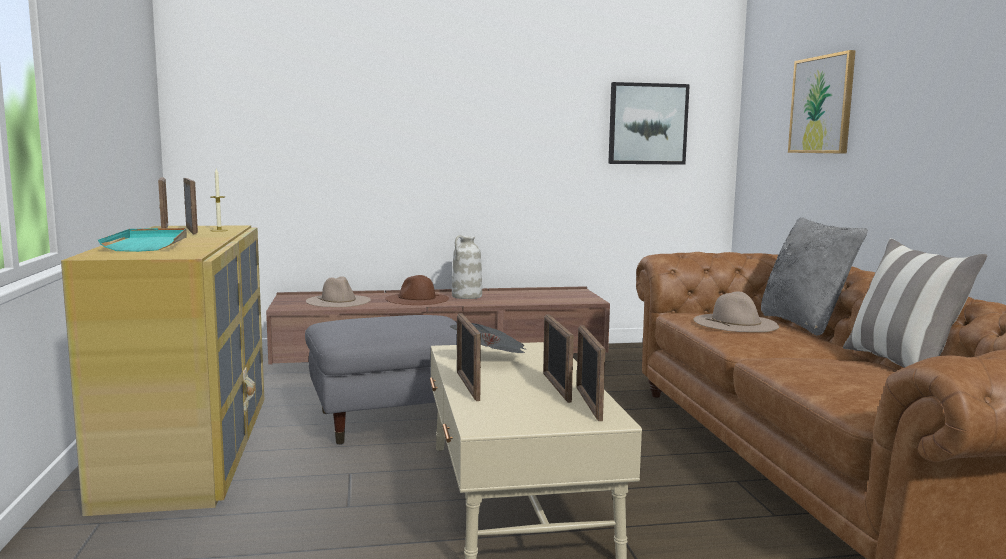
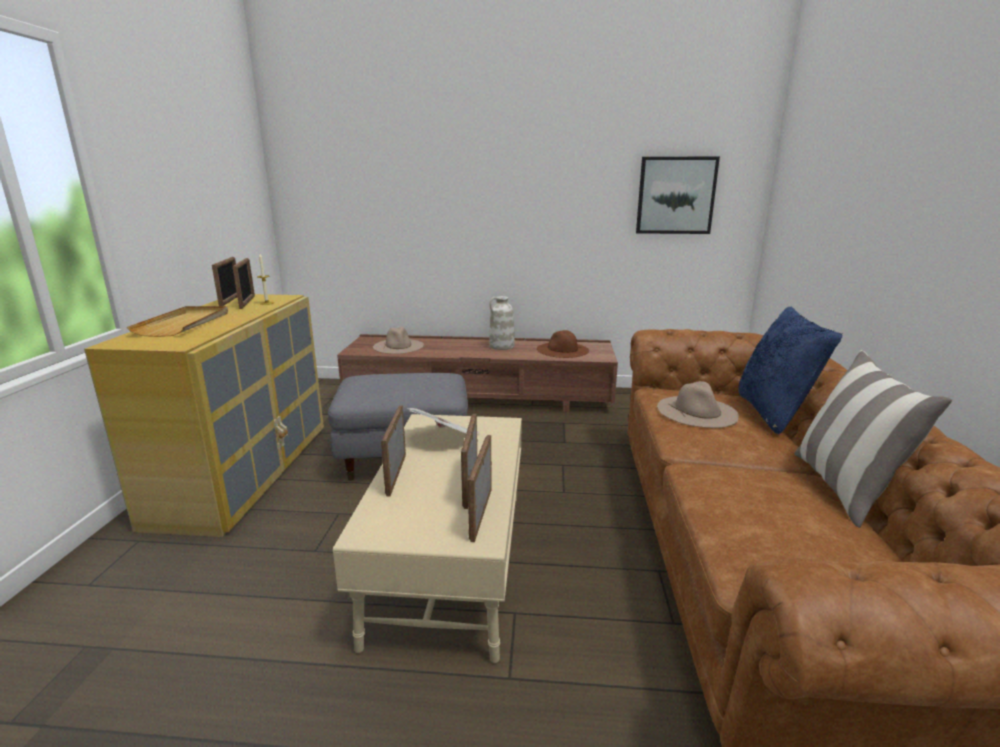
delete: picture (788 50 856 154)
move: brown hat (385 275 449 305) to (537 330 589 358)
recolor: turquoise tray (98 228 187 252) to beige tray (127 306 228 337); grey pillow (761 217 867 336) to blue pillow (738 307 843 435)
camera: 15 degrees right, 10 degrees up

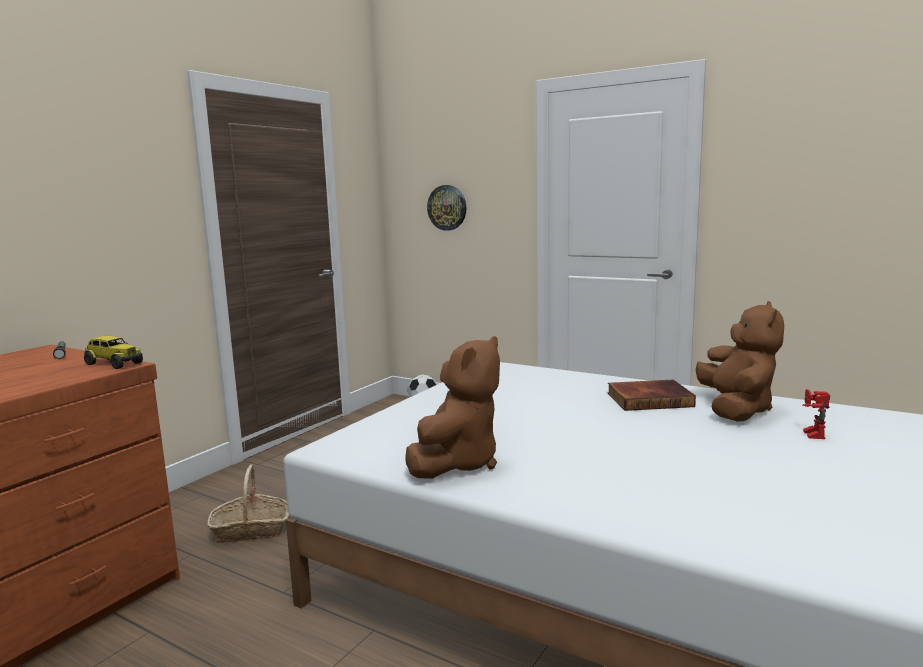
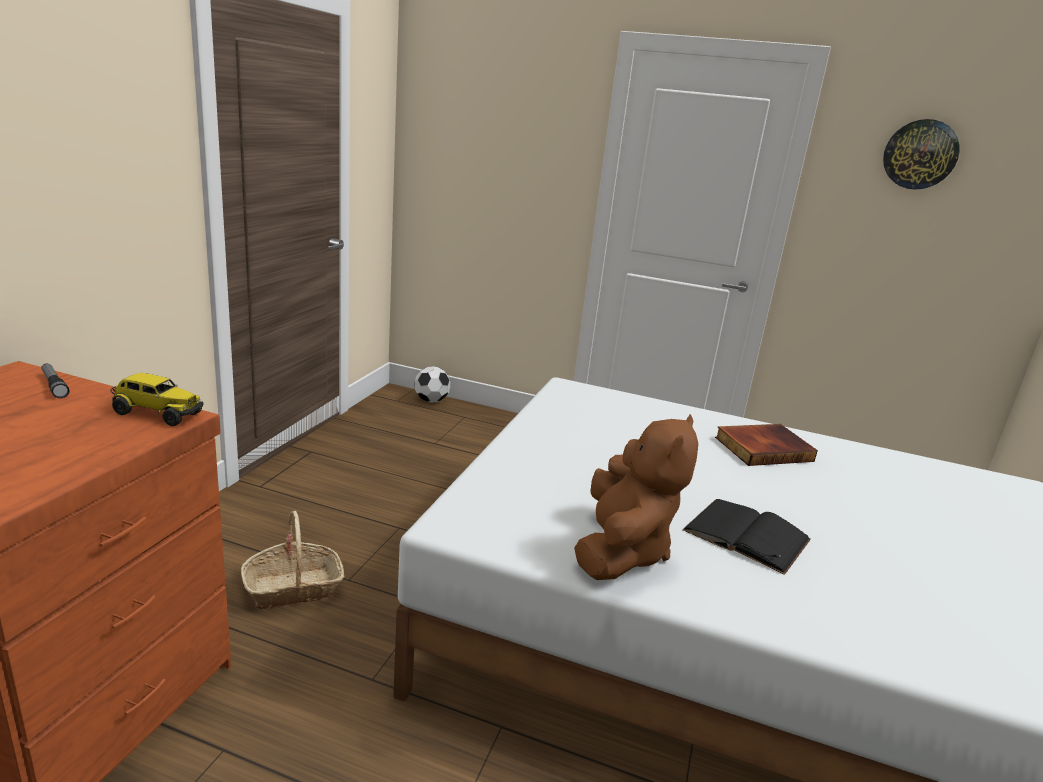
delete: brown plush toy (696 301 784 421); toy robot (803 389 830 439)
insert: black book (682 499 811 575)
move: wall clock (427 185 467 231) to (883 119 960 190)
camera: 15 degrees left, 10 degrees up

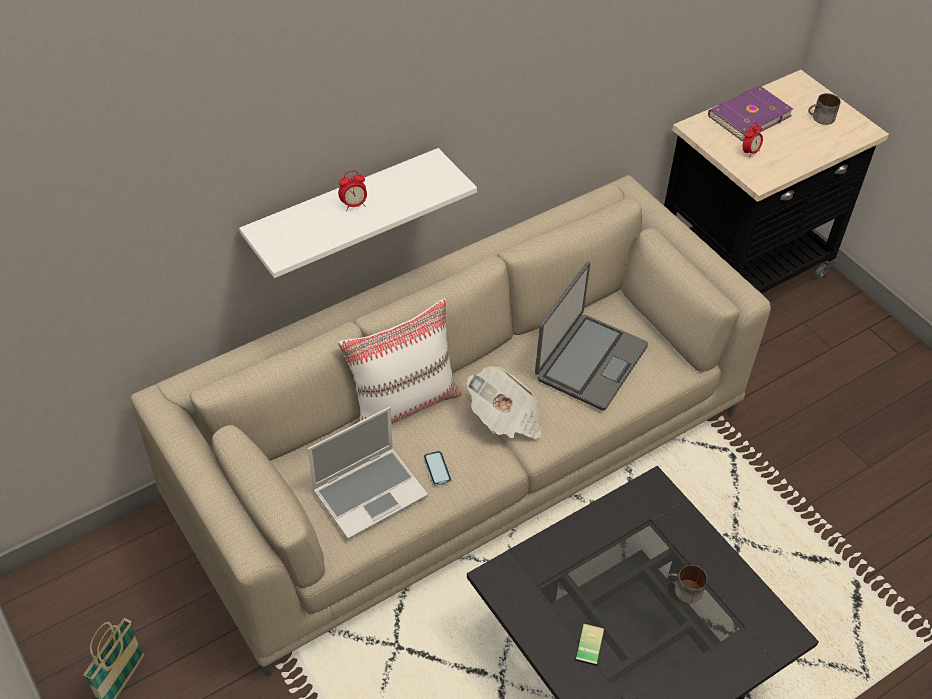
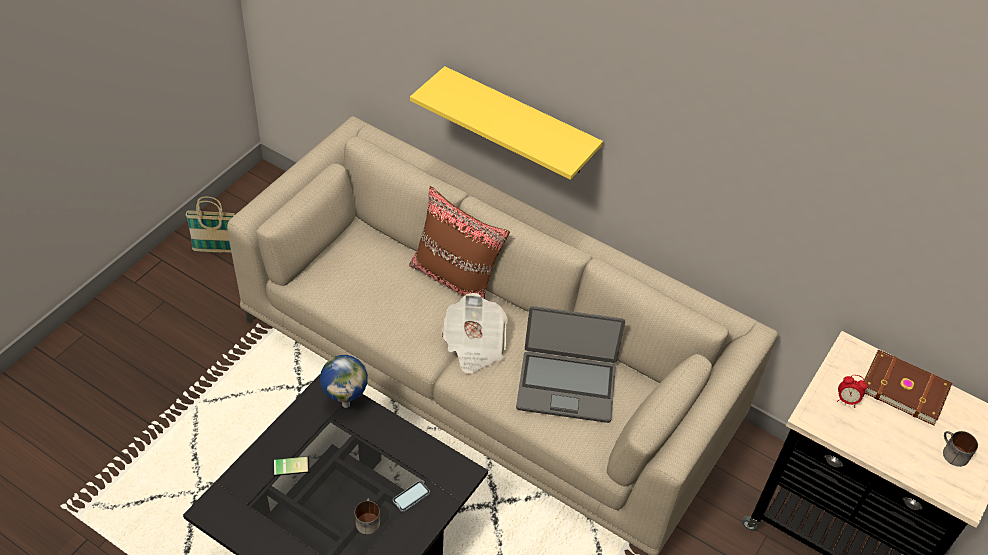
delete: laptop (308 407 428 540); alarm clock (338 170 367 211)
insert: globe (320 355 368 408)
move: phone (423 451 452 486) to (393 481 430 512)
recolor: white pillow (338 298 463 424) to brown pillow (409 186 510 299); white shelf (239 148 477 278) to yellow shelf (410 66 603 180); purple book (708 85 793 141) to brown book (864 349 952 426)
camera: 65 degrees right, 0 degrees up

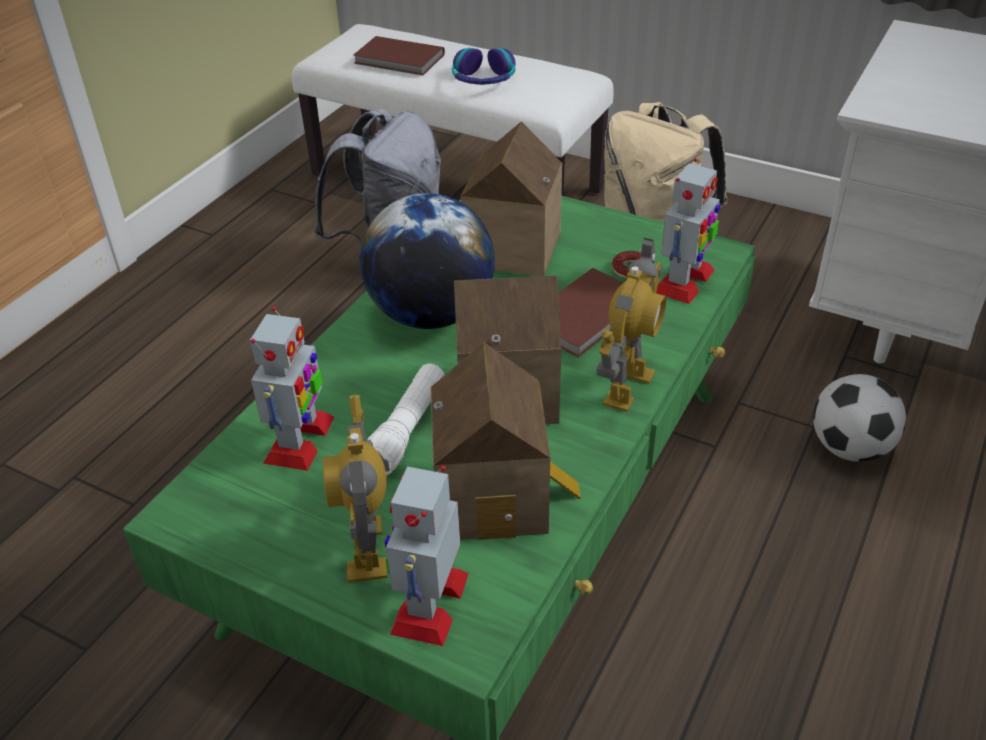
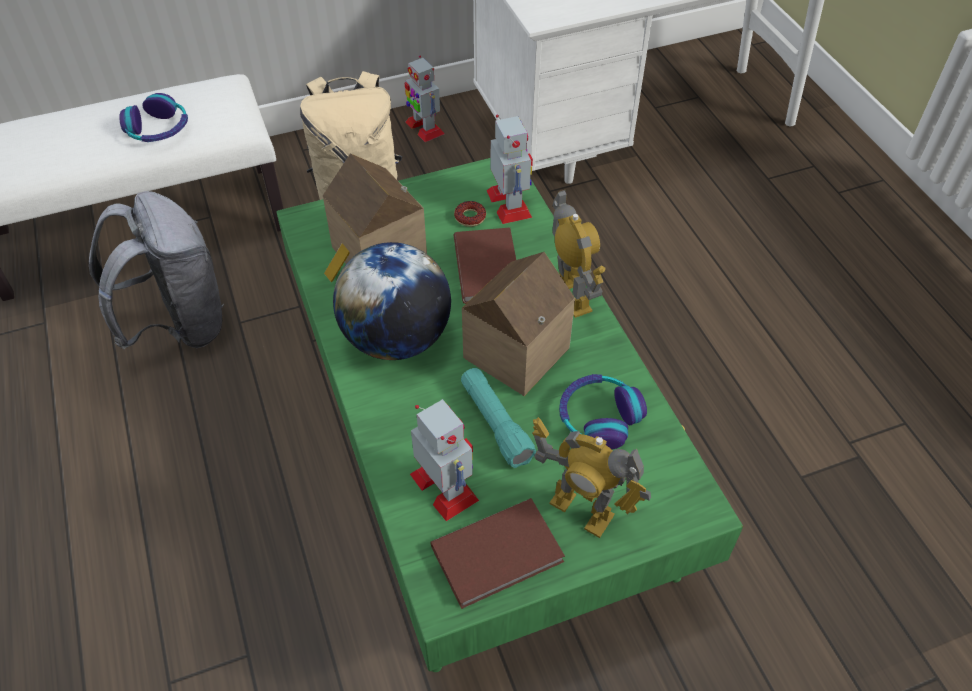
delete: football (813 374 906 462)
move: toy robot (385 465 469 646) to (405 56 445 142); brown book (353 36 445 76) to (430 498 565 609)
replace: toy house (431 342 581 540) to headphones (559 374 647 450)
recolor: white flashlight (367 363 444 476) to turquoise flashlight (461 368 536 468)
camera: 50 degrees left, 10 degrees up

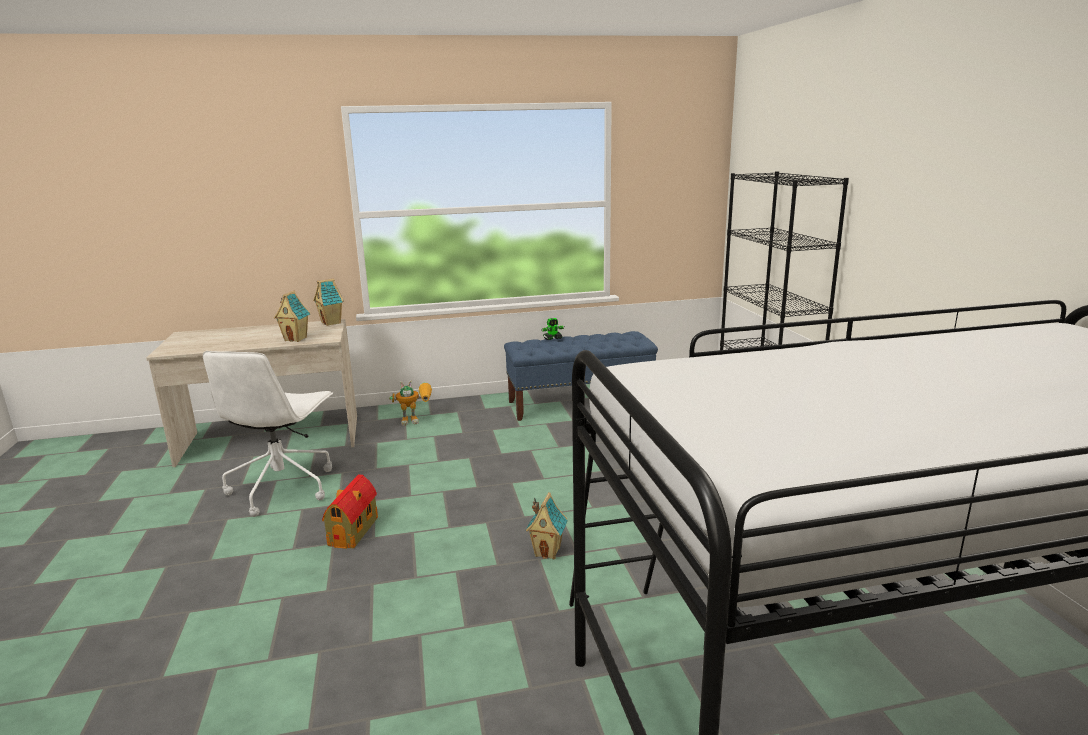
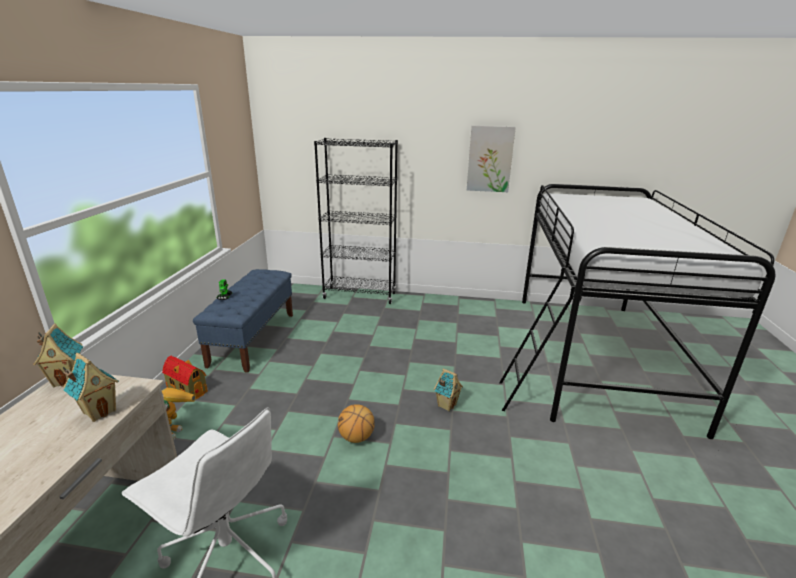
insert: basketball (338 404 375 443); picture (467 126 516 192)
move: toy house (322 474 378 549) to (162 356 208 399)
camera: 70 degrees left, 5 degrees up

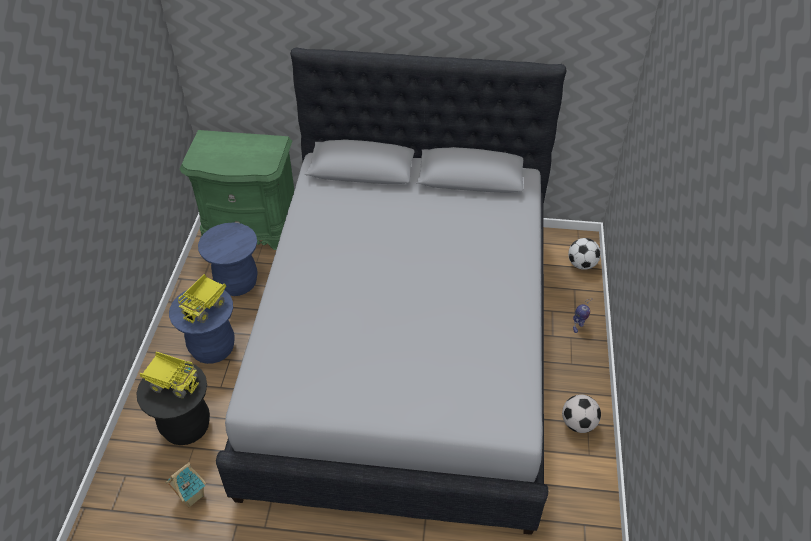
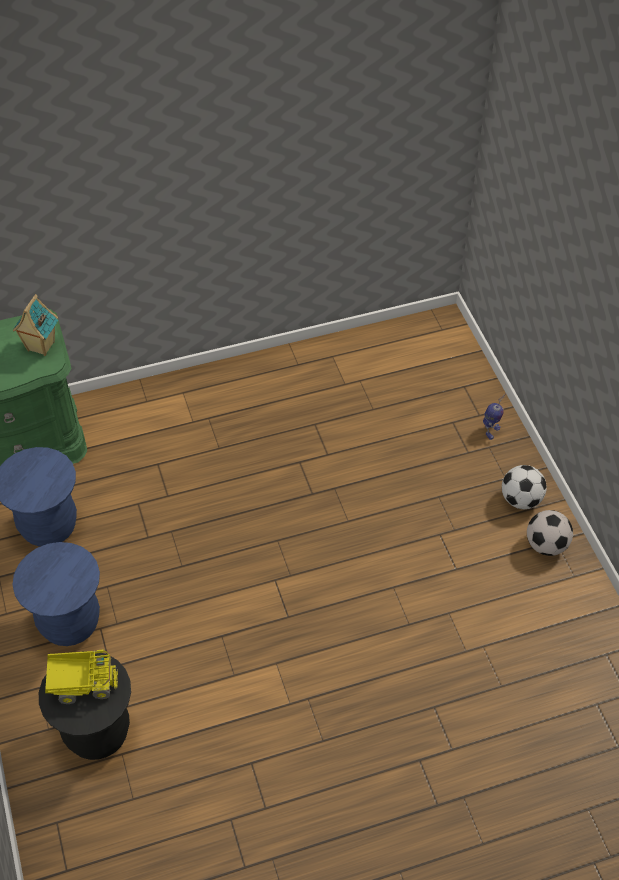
delete: toy truck (178 274 227 324); grey bed (216 47 567 535)
move: toy house (166 462 206 508) to (13 294 58 356); football (568 238 601 270) to (502 465 547 509)
camera: 25 degrees left, 5 degrees up

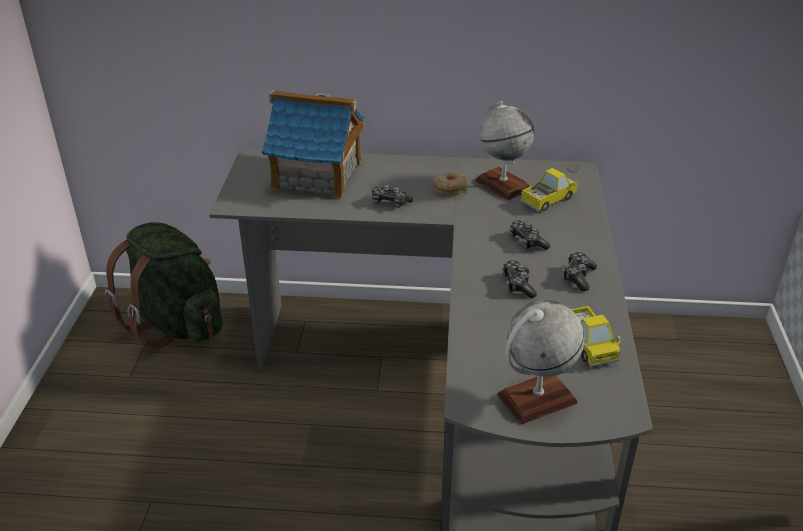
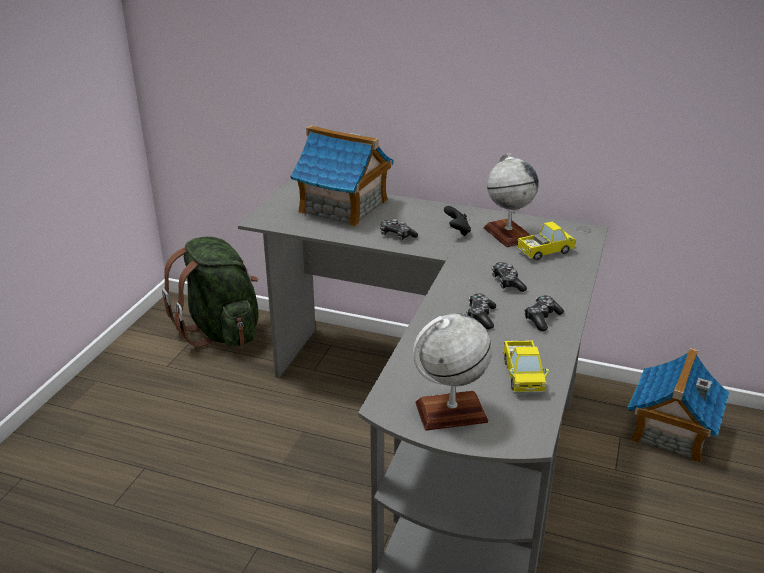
insert: toy house (628 348 729 464)
replace: donut (433 172 468 195) to black game controller (444 206 471 236)
camera: 15 degrees right, 5 degrees down

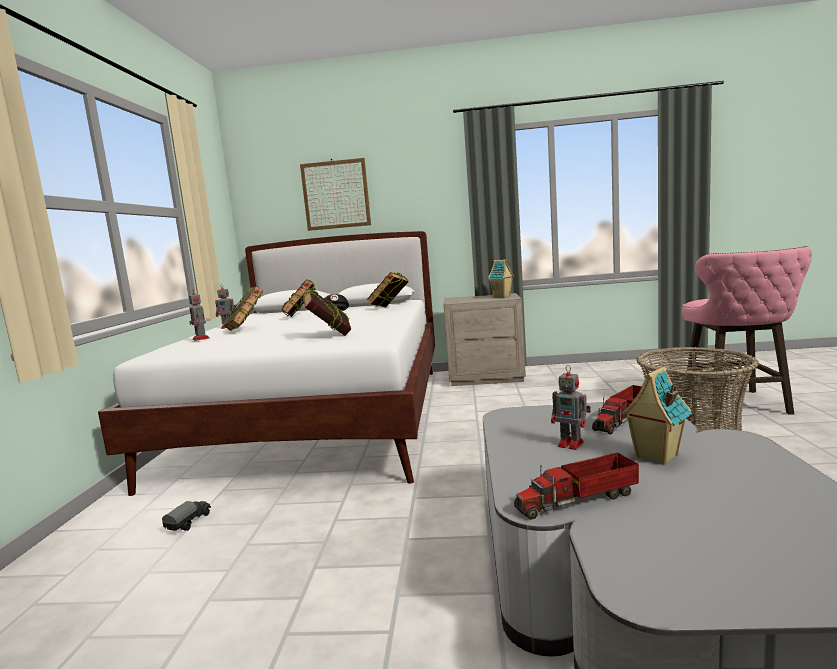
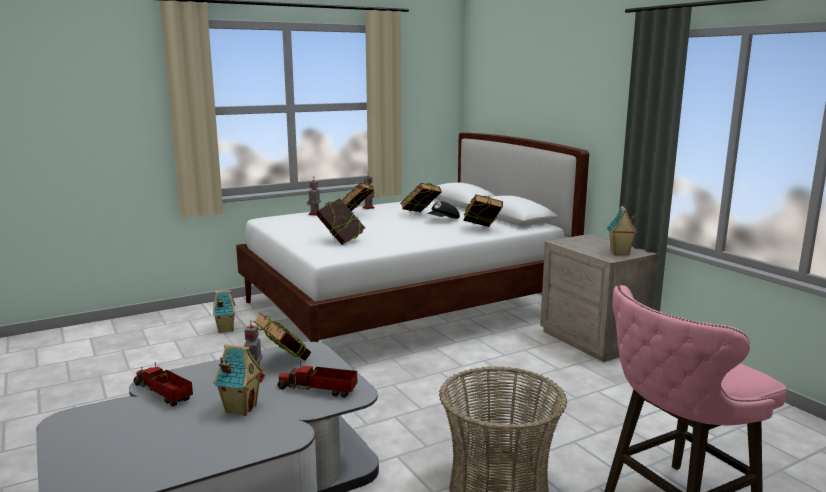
delete: picture (300 158 371 231)
insert: book (253 313 311 361)
replace: toy truck (162 501 211 531) to toy house (213 290 235 333)
camera: 55 degrees right, 5 degrees up

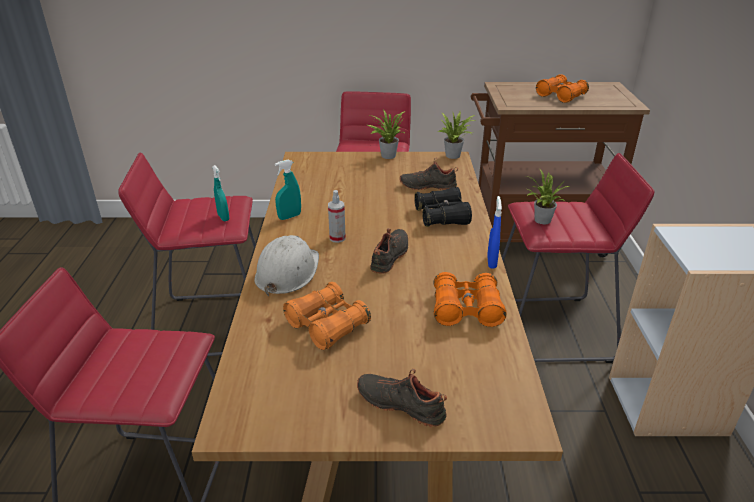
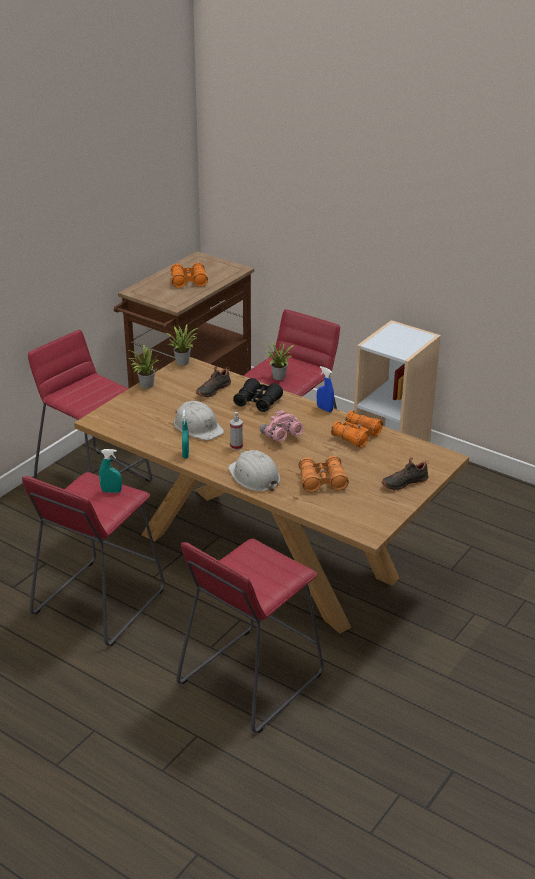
insert: white hard hat (174 401 224 440)
replace: black shoe (370 228 408 274) to pink binoculars (260 410 304 441)
camera: 55 degrees left, 0 degrees up

